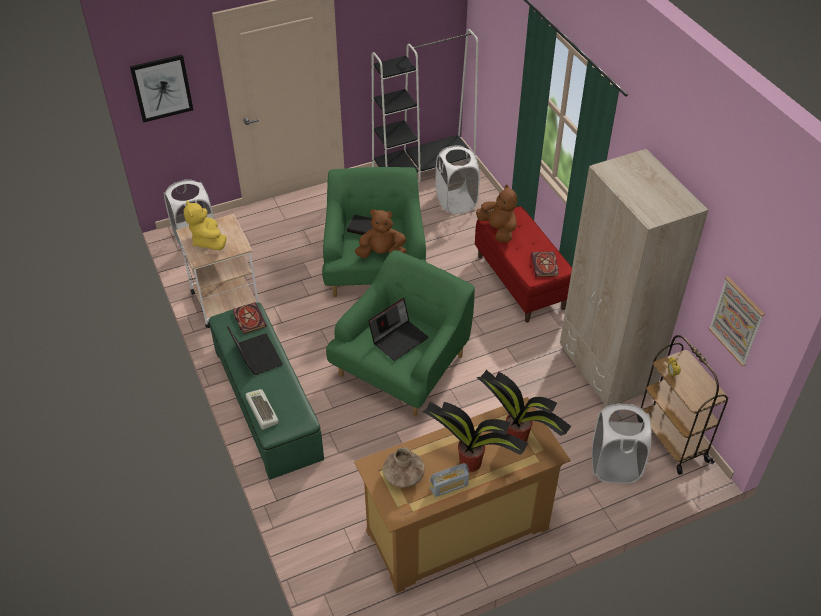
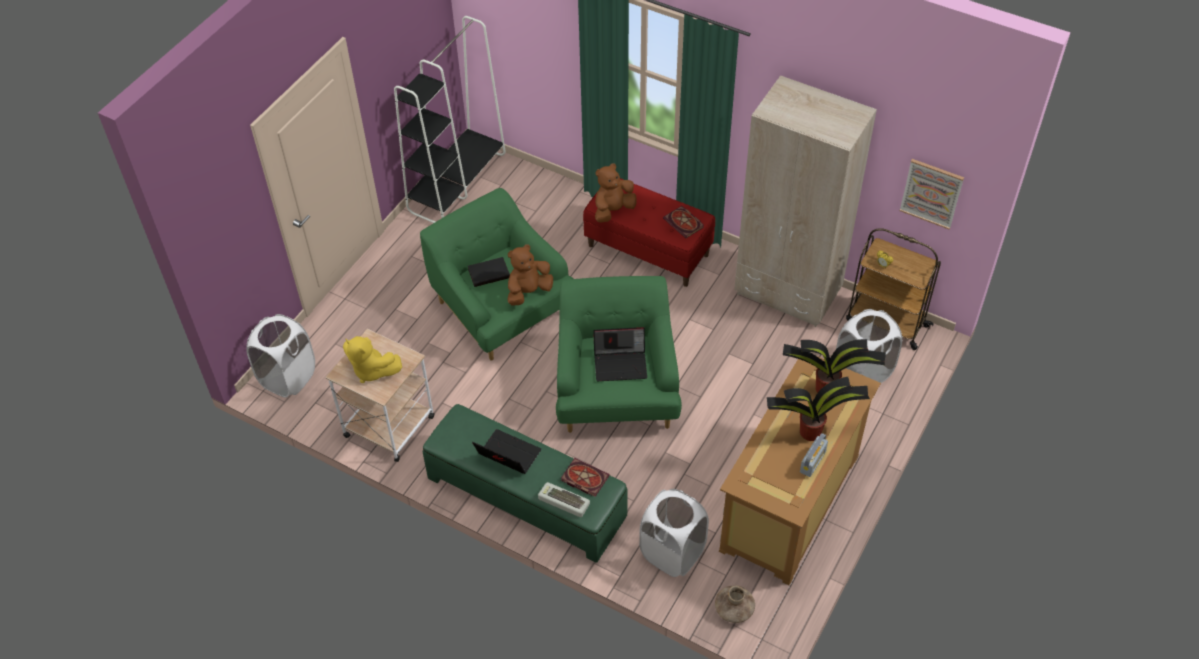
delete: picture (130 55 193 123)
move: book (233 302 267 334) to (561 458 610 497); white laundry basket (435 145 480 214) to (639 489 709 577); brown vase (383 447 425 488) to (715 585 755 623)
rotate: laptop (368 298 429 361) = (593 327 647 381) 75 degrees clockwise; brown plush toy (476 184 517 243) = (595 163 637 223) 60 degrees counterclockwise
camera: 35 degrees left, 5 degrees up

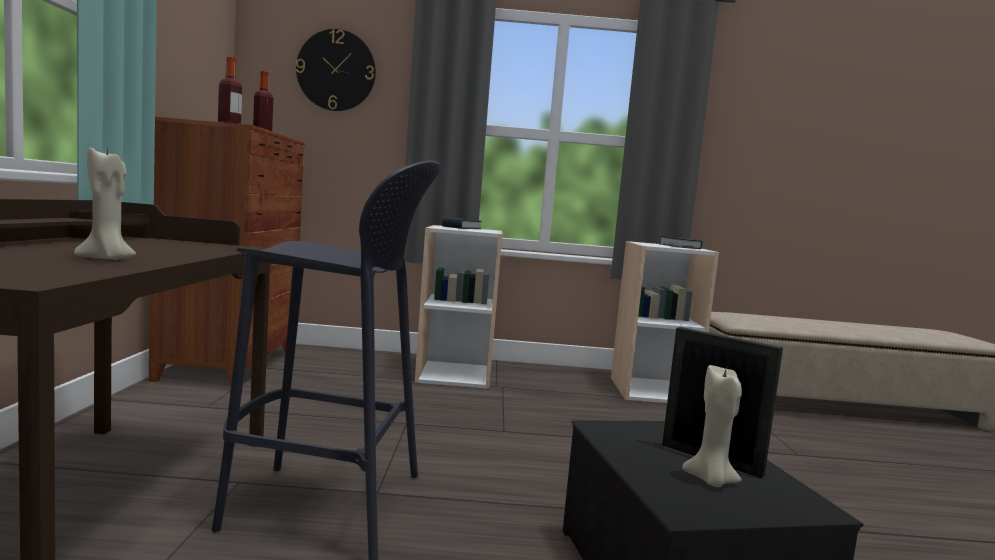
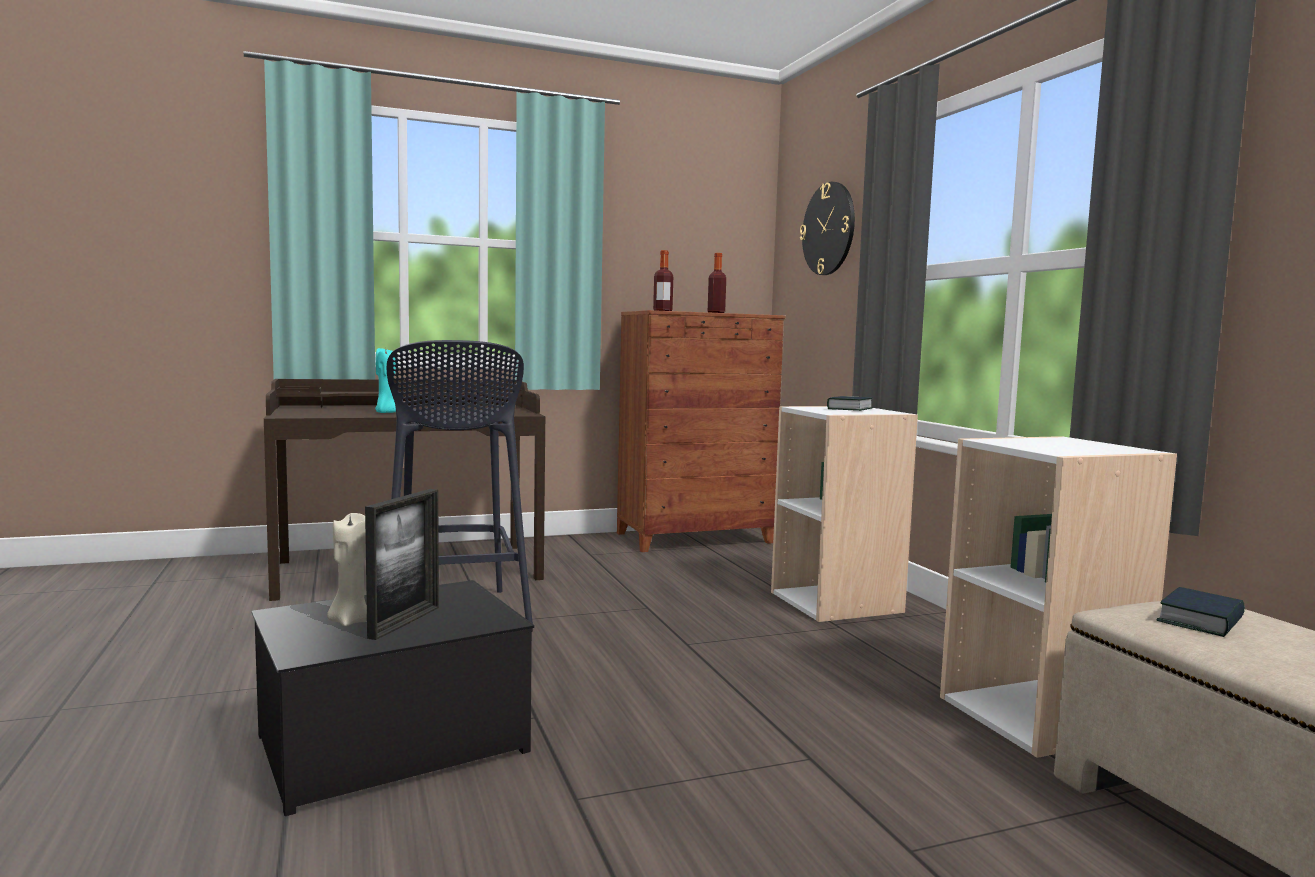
move: book (660 236 702 249) to (1157 587 1245 637)
recolor: beige candle (74 147 136 260) to turquoise candle (375 348 396 413)
camera: 70 degrees right, 0 degrees up

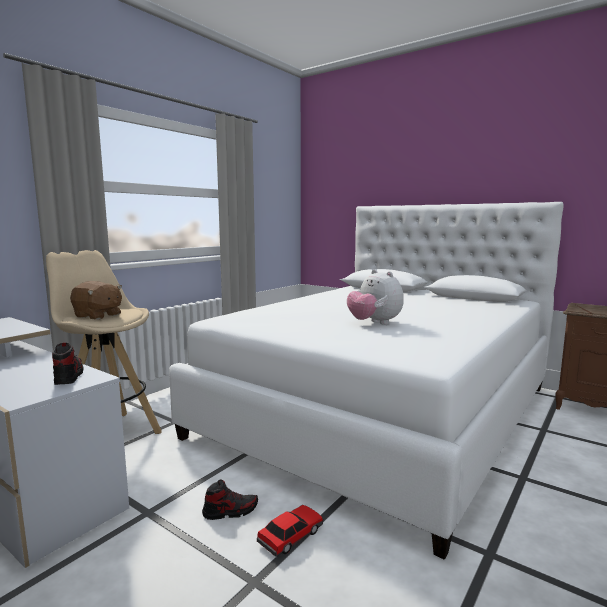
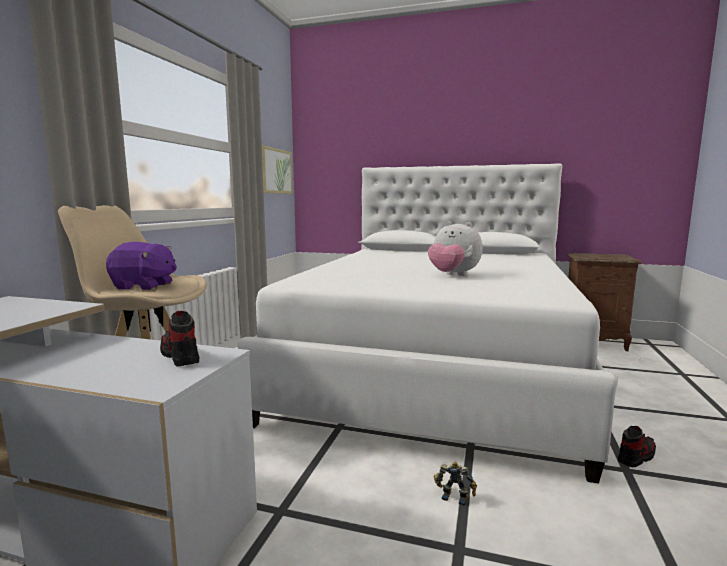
insert: picture (262 146 293 194)
move: shoe (202 479 258 520) to (618 426 656 467)
replace: toy car (257 505 323 557) to toy robot (434 462 477 506)
recolor: brown plush toy (70 281 122 320) to purple plush toy (106 242 177 290)
camera: 20 degrees left, 0 degrees up

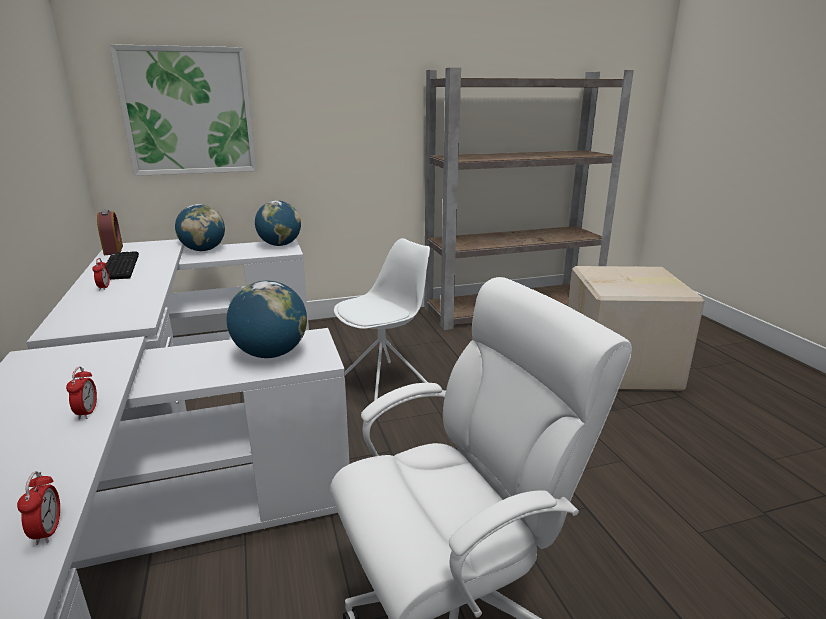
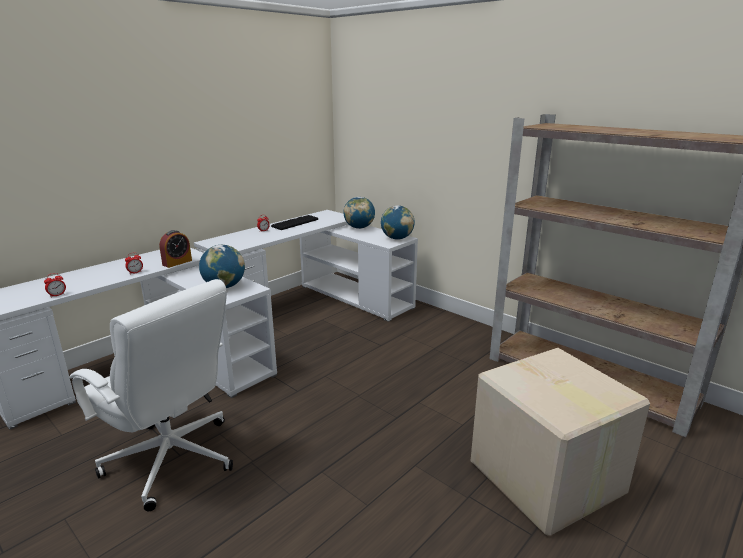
delete: picture (110 44 257 176); white chair (334 238 430 401)
move: alarm clock (97 210 123 255) to (159 230 192 268)
camera: 60 degrees right, 0 degrees up

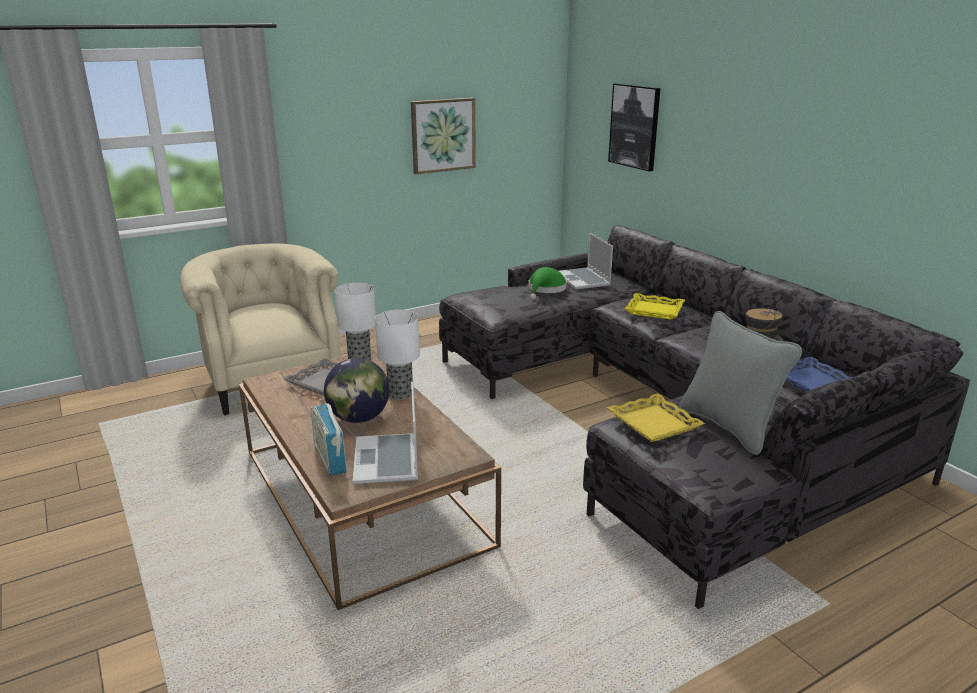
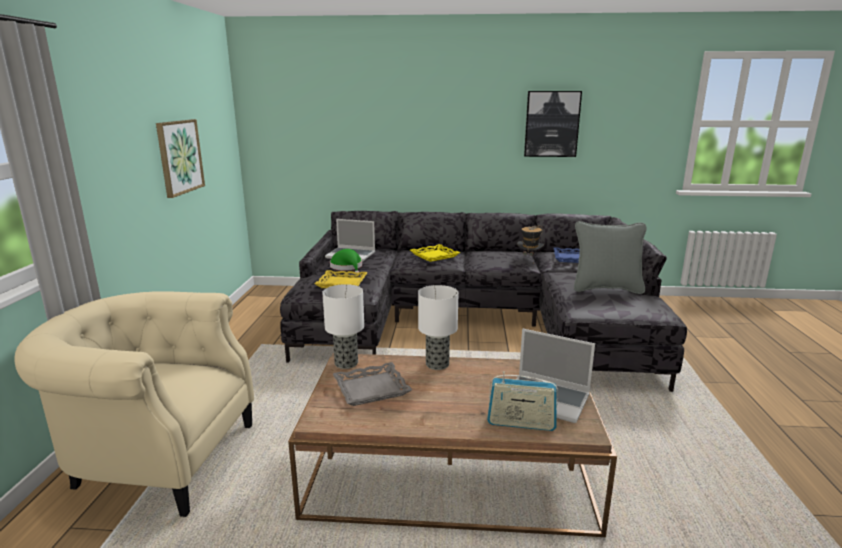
delete: globe (324 358 390 423)
move: yellow tray (607 393 705 442) to (315 270 368 288); picture (608 83 660 171) to (524 91 582 157)
camera: 55 degrees left, 5 degrees down

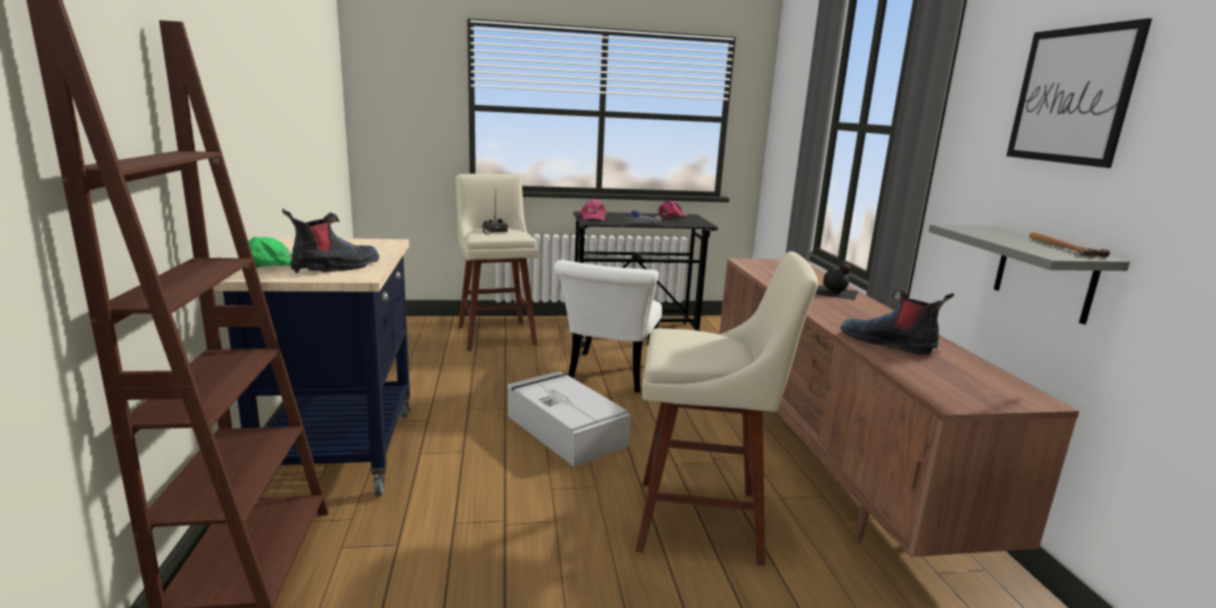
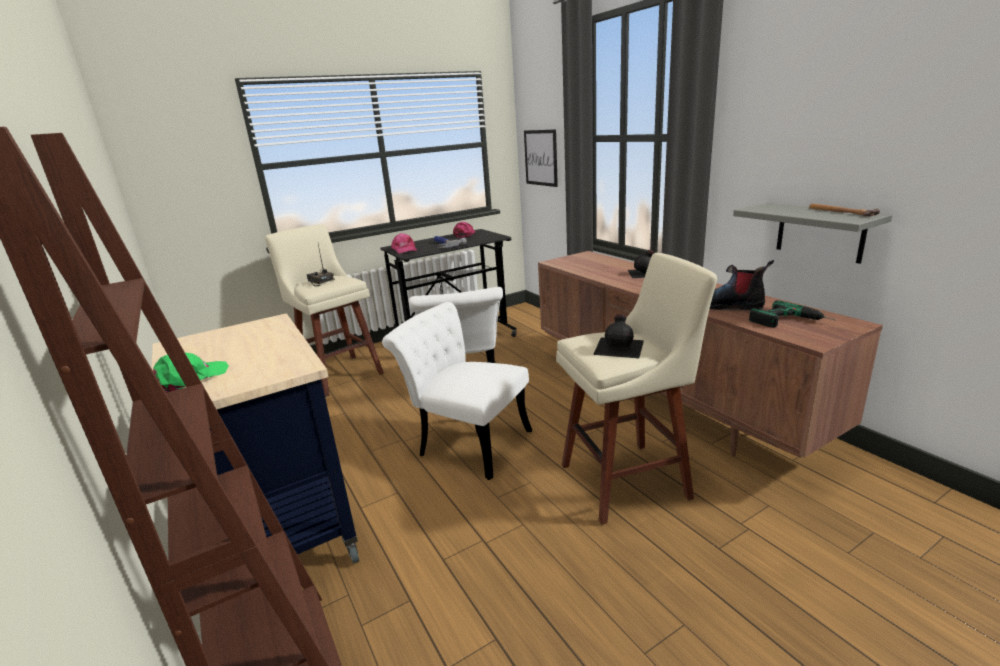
delete: boot (282 209 379 273)
insert: black bottle (593 314 644 358); power drill (749 300 835 328)
move: picture (1006 18 1152 168) to (524 129 558 187)
replace: grey storage box (507 371 631 467) to white chair (382 302 532 480)
camera: 20 degrees left, 5 degrees up

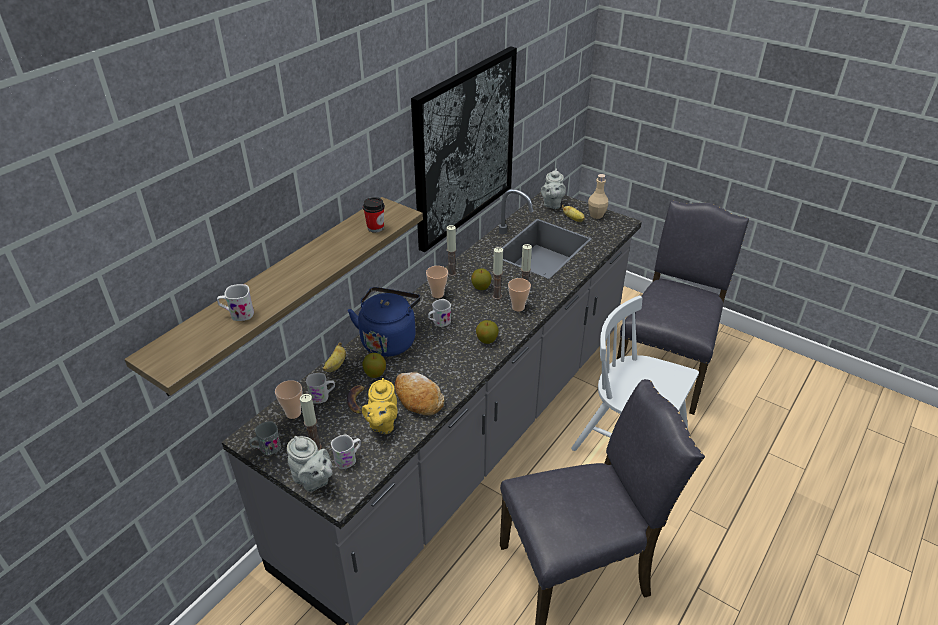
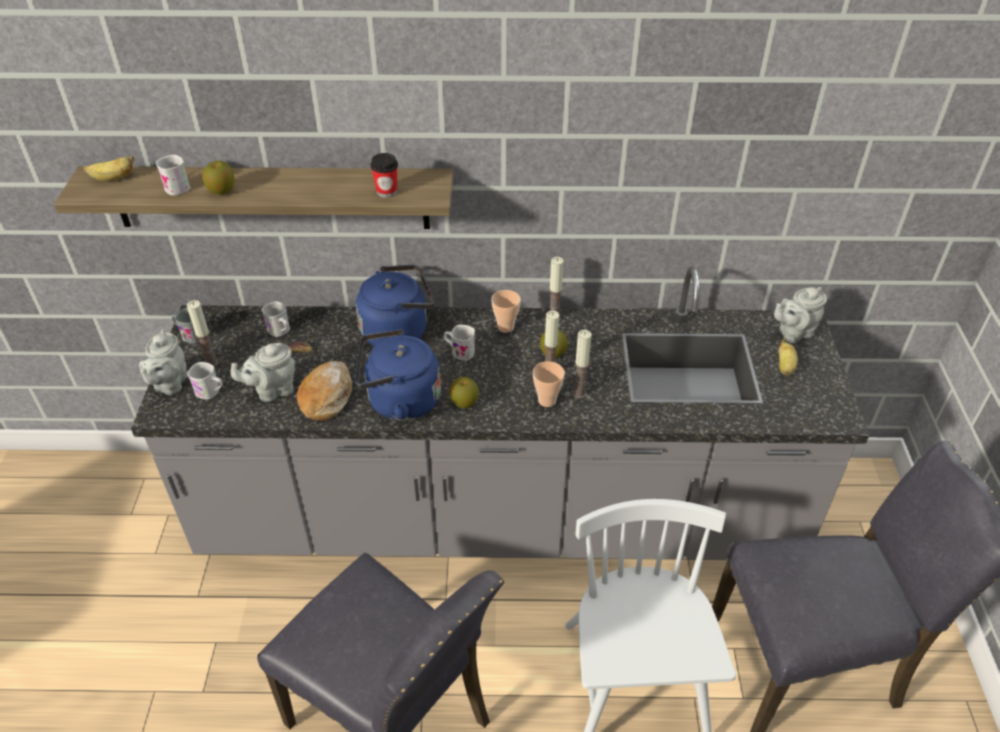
delete: cup (275 380 302 419); picture (411 46 517 252); beige bottle (588 174 608 219)
insert: blue kettle (355 329 441 421)
move: banana (322 342 346 372) to (83 156 134 181); apple (363 353 386 378) to (202 161 235 194)
recolor: yellow teapot (362 378 398 434) to grey teapot (231 343 295 402)
camera: 55 degrees right, 5 degrees up

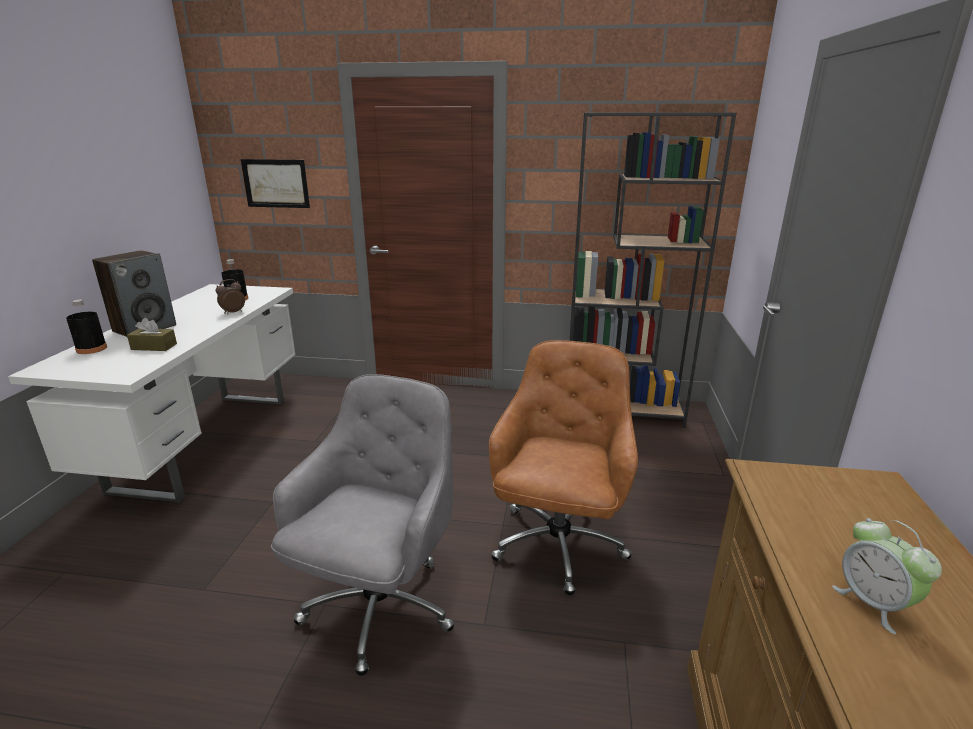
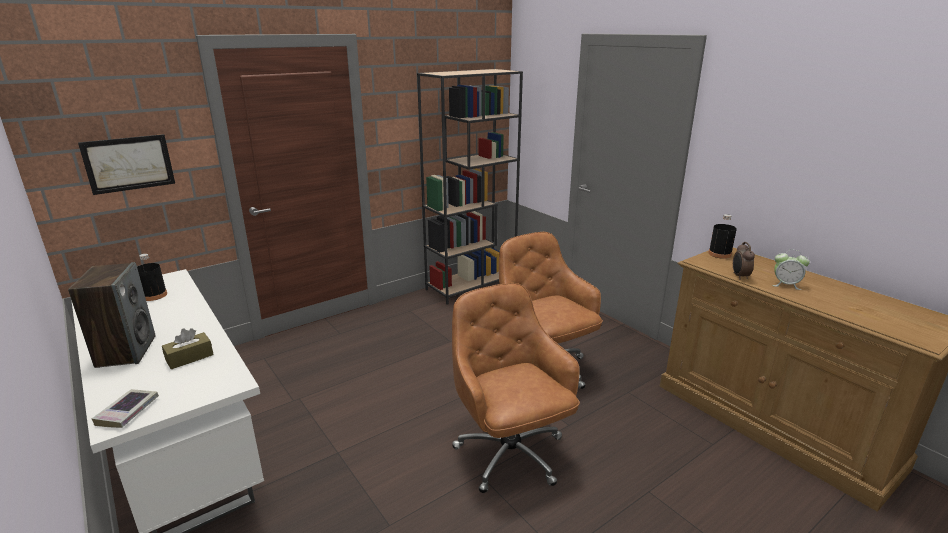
insert: book (92 389 159 428)
move: black bottle (66 300 107 354) to (708 214 737 259); alarm clock (215 279 245 314) to (733 242 755 280)
recolor: grey office chair (271 374 454 676) to brown office chair (452 283 580 493)
camera: 45 degrees left, 0 degrees up

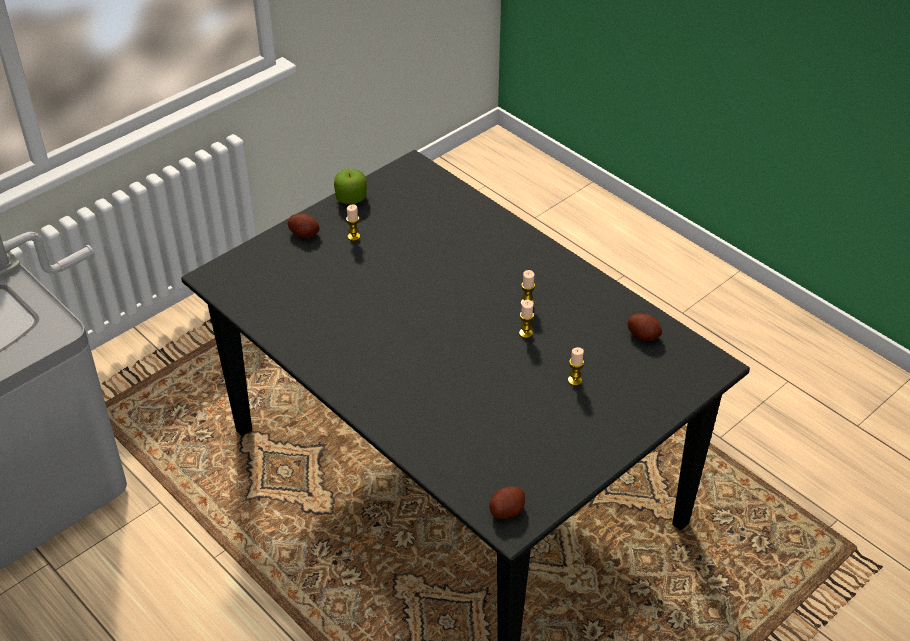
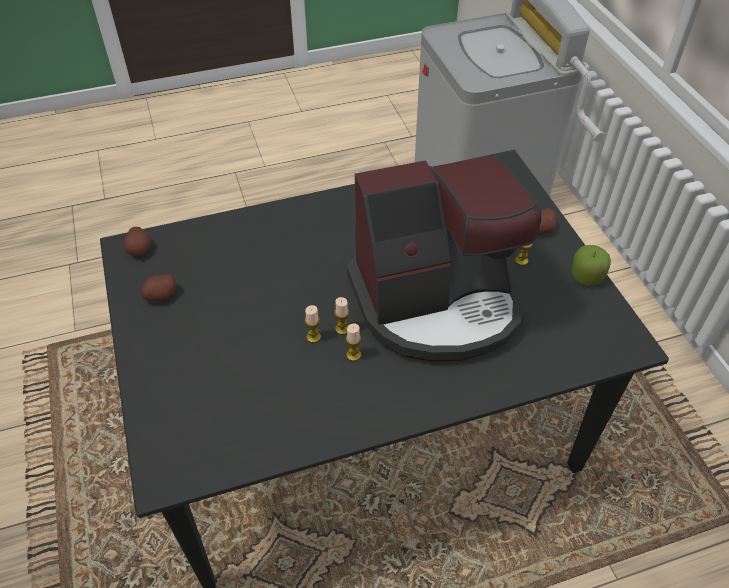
insert: coffee machine (347 155 542 362)
move: potato (627 313 662 341) to (141 274 176 302); candle (568 347 584 386) to (334 297 349 335)
camera: 115 degrees right, 5 degrees up

